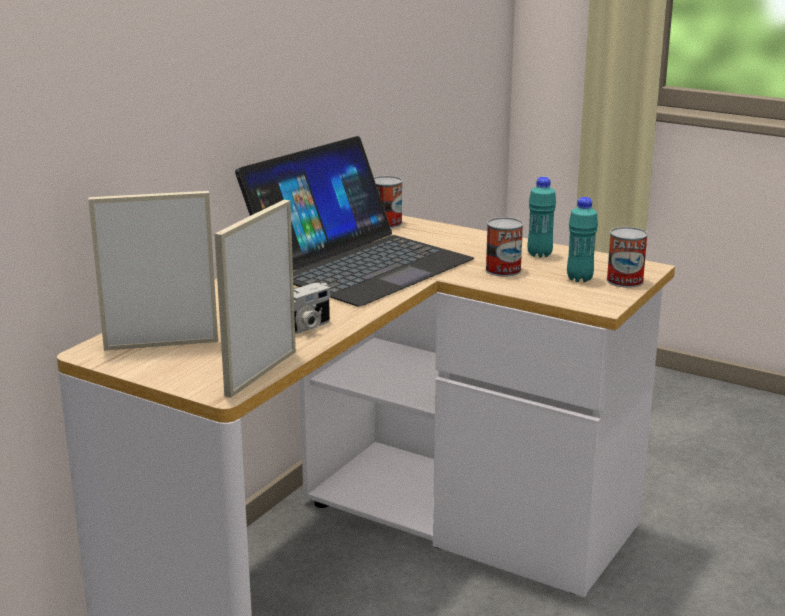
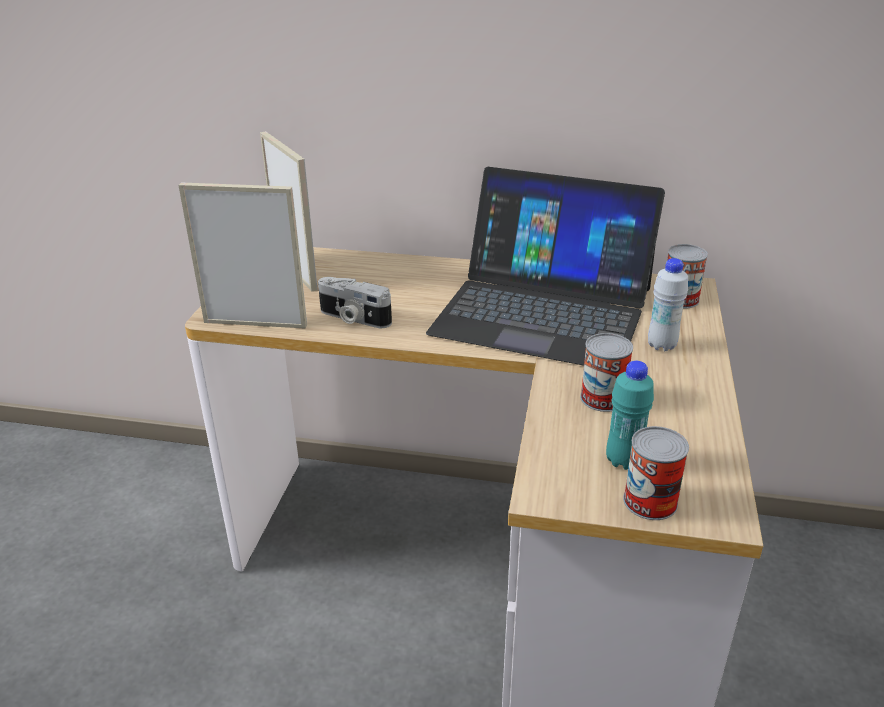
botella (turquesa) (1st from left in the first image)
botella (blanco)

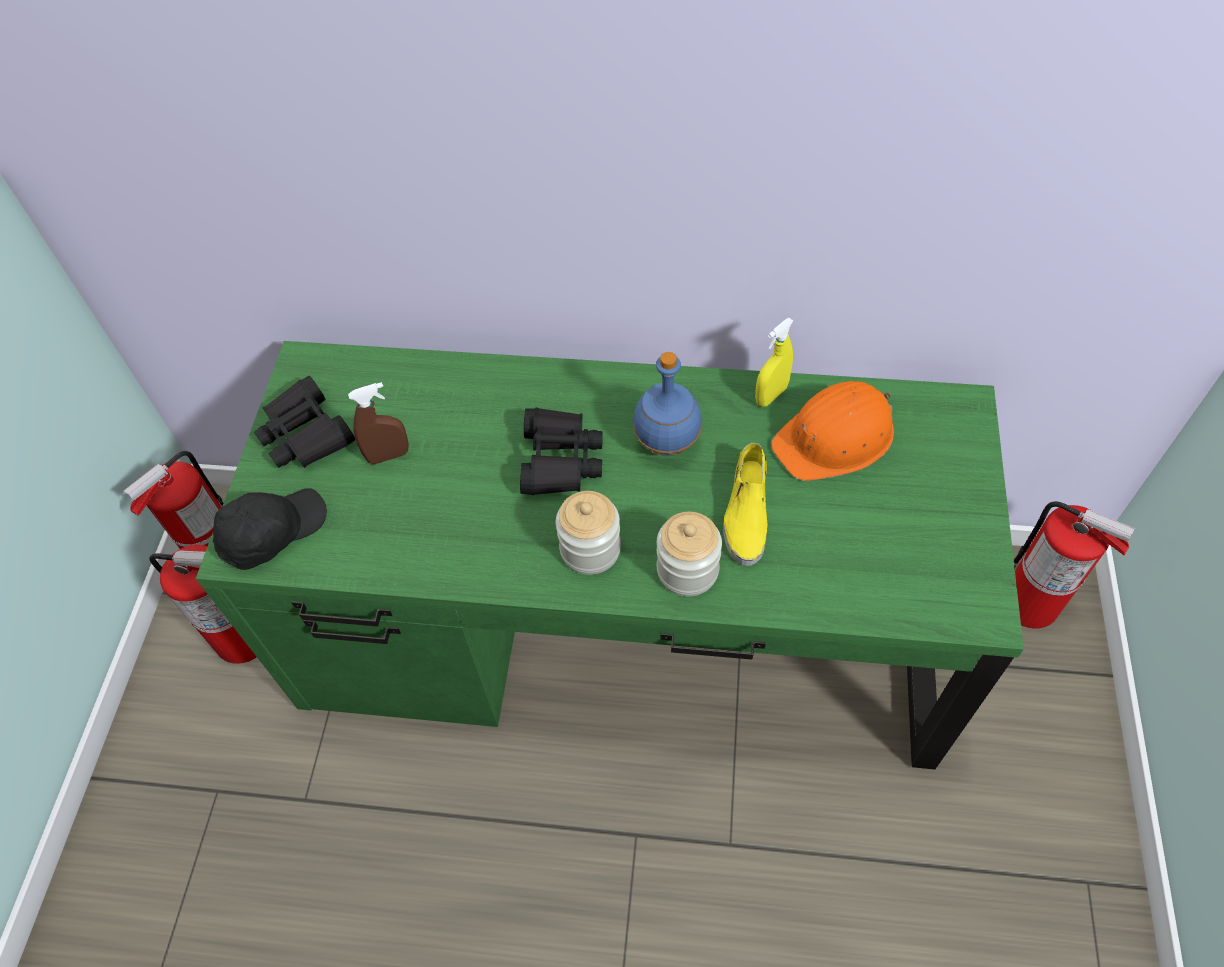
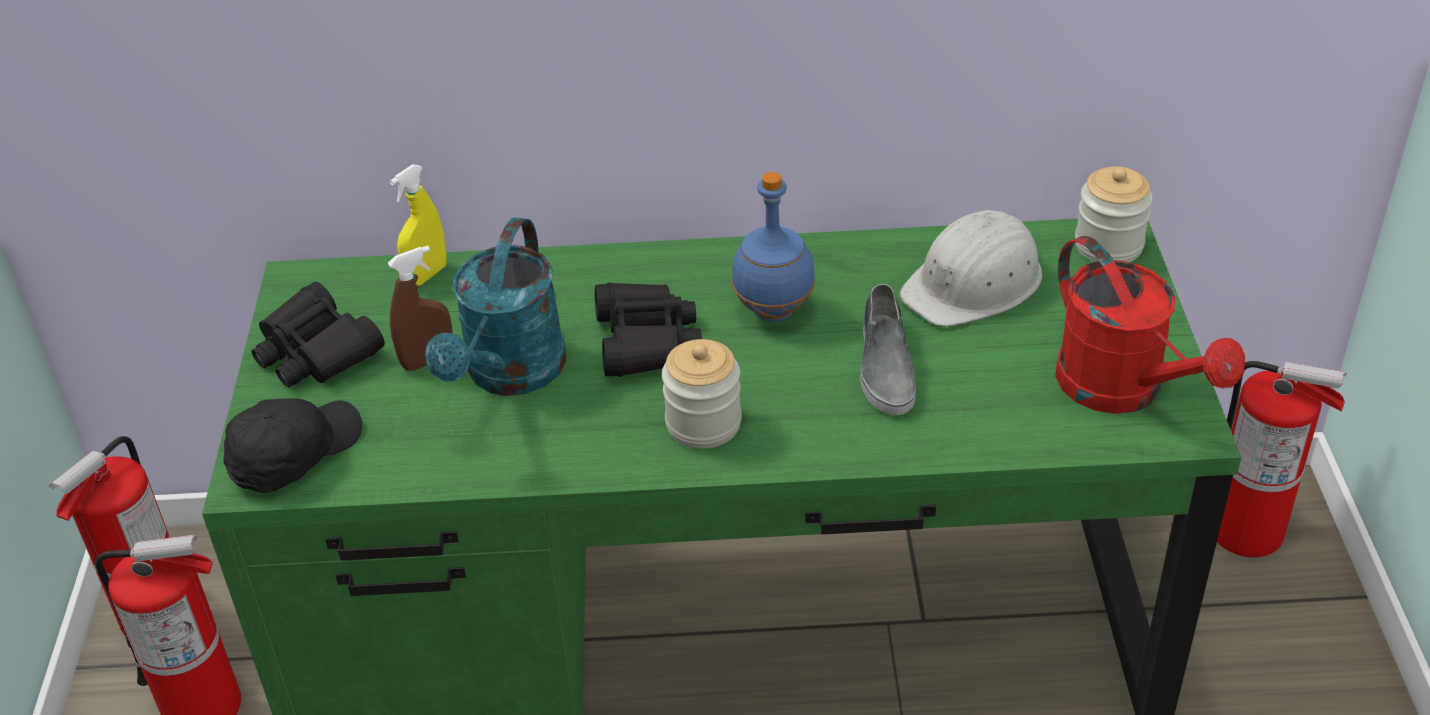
pulverizador (amarillo)
casco (blanco)
zapato (gris)
tarro (2nd from left)
regadera (turquesa)
regadera (rojo)

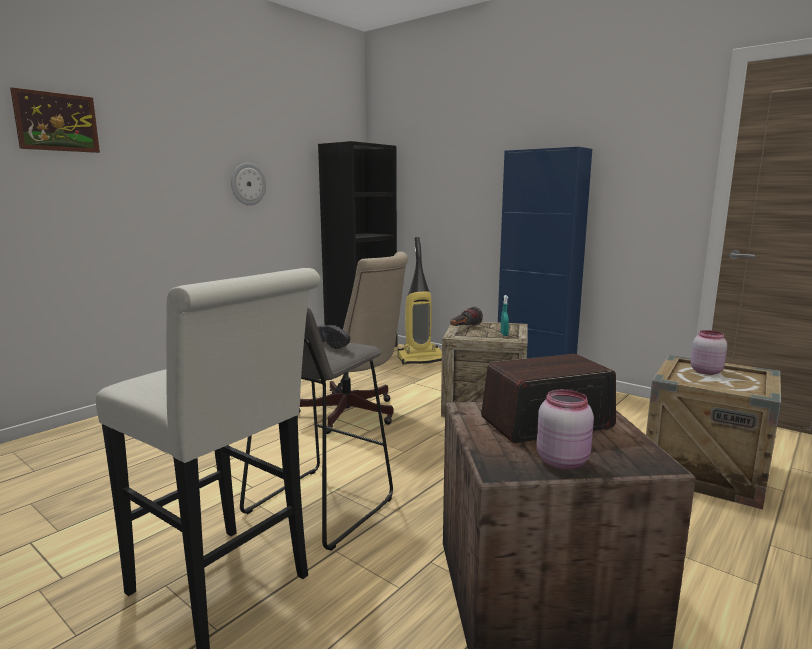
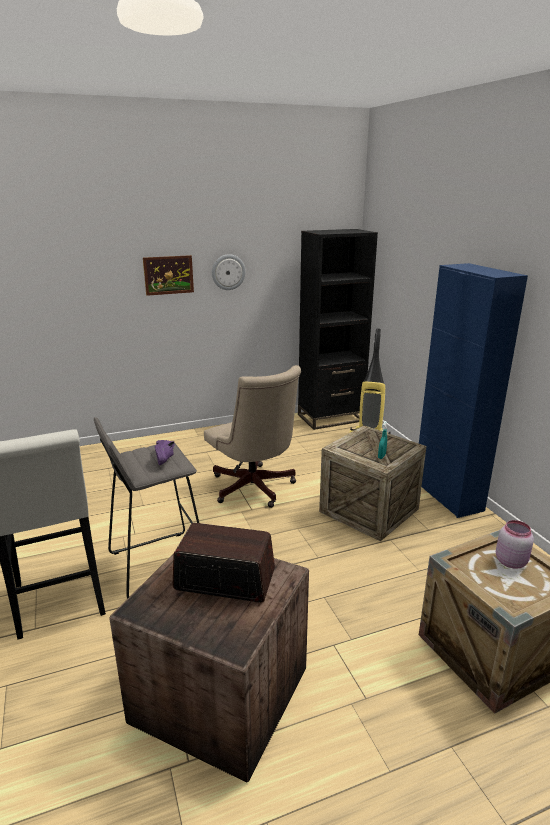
cuadro
linterna
zapato (morado)
tarro (rosa) (1st from left in the first image)

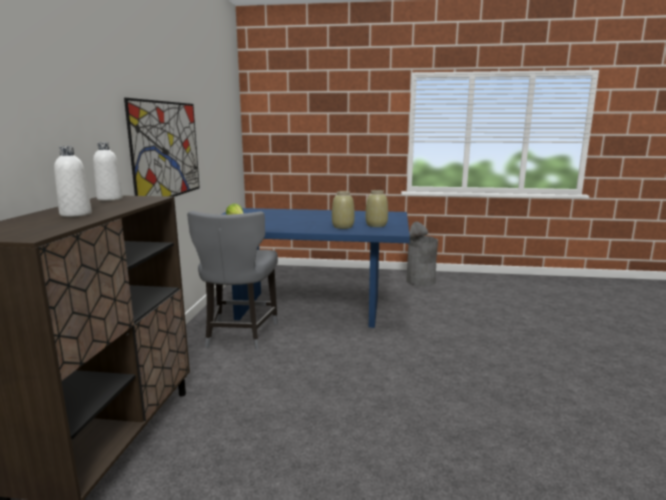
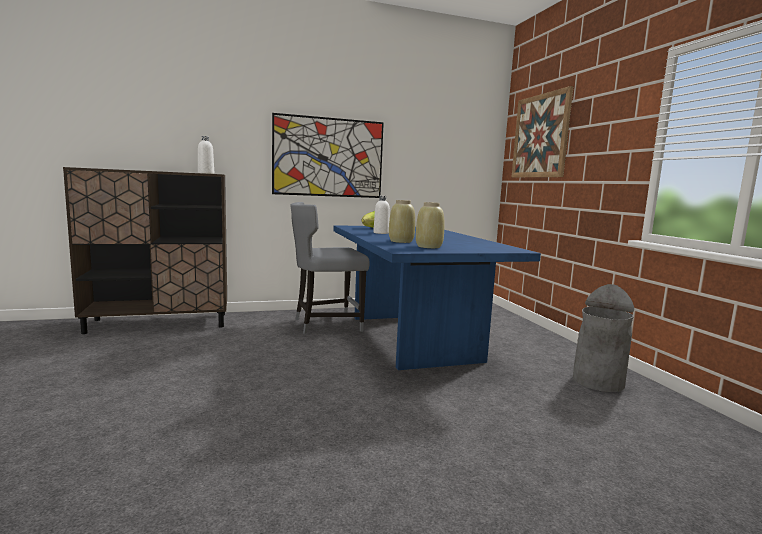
botella (blanco) (2nd from left)
cuadro (2nd from left)

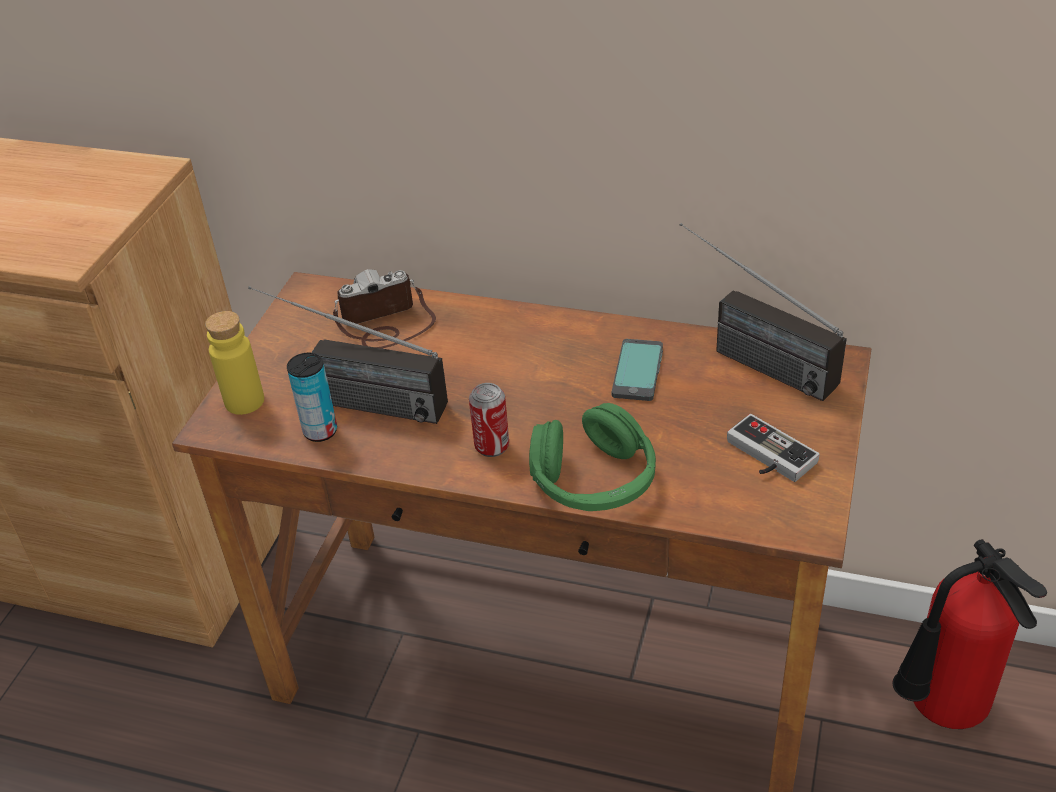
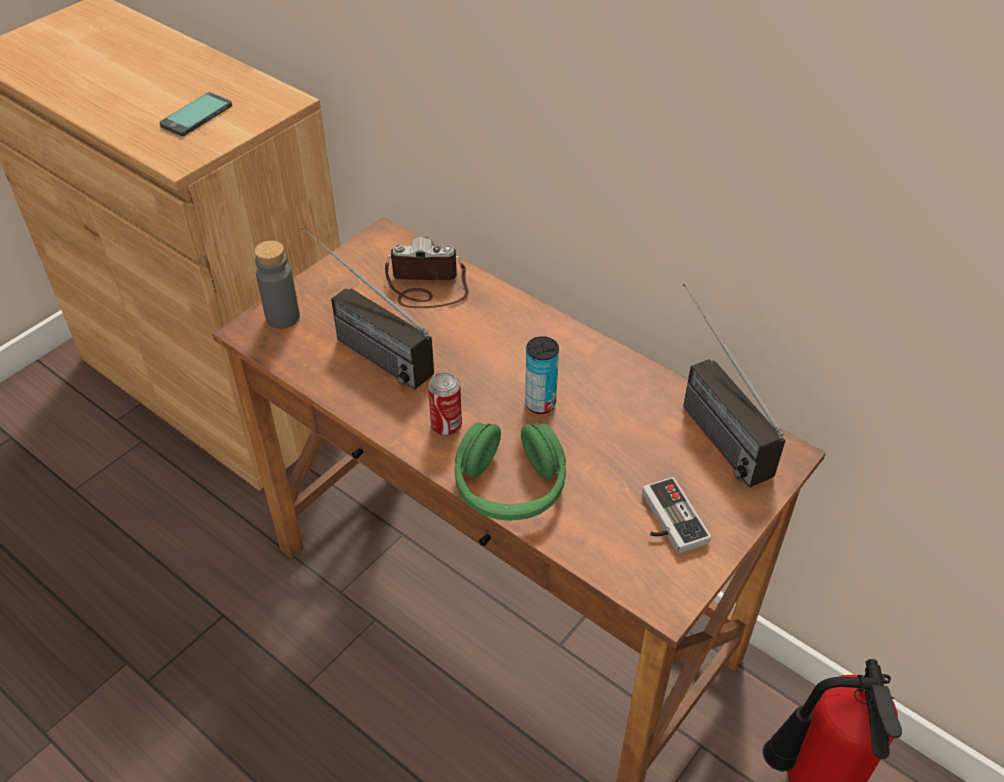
botella (gris)
móvil
lata (2nd from left)

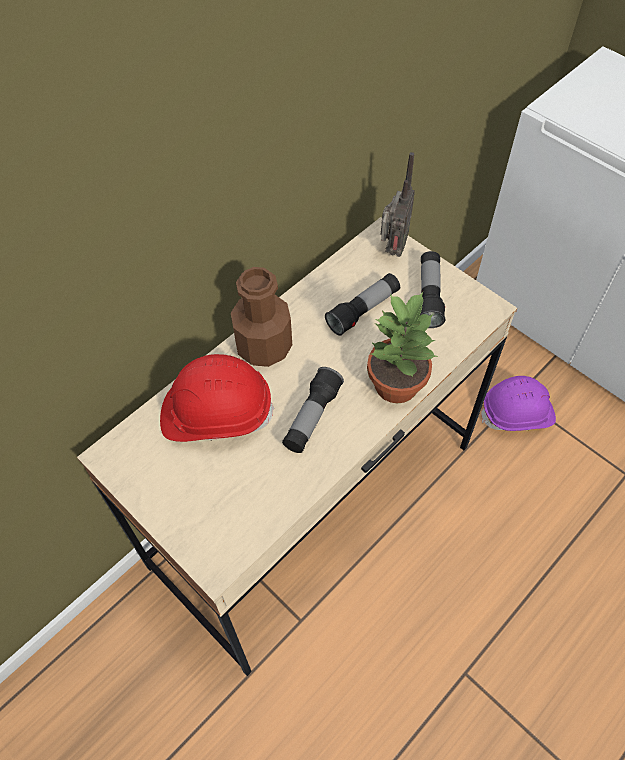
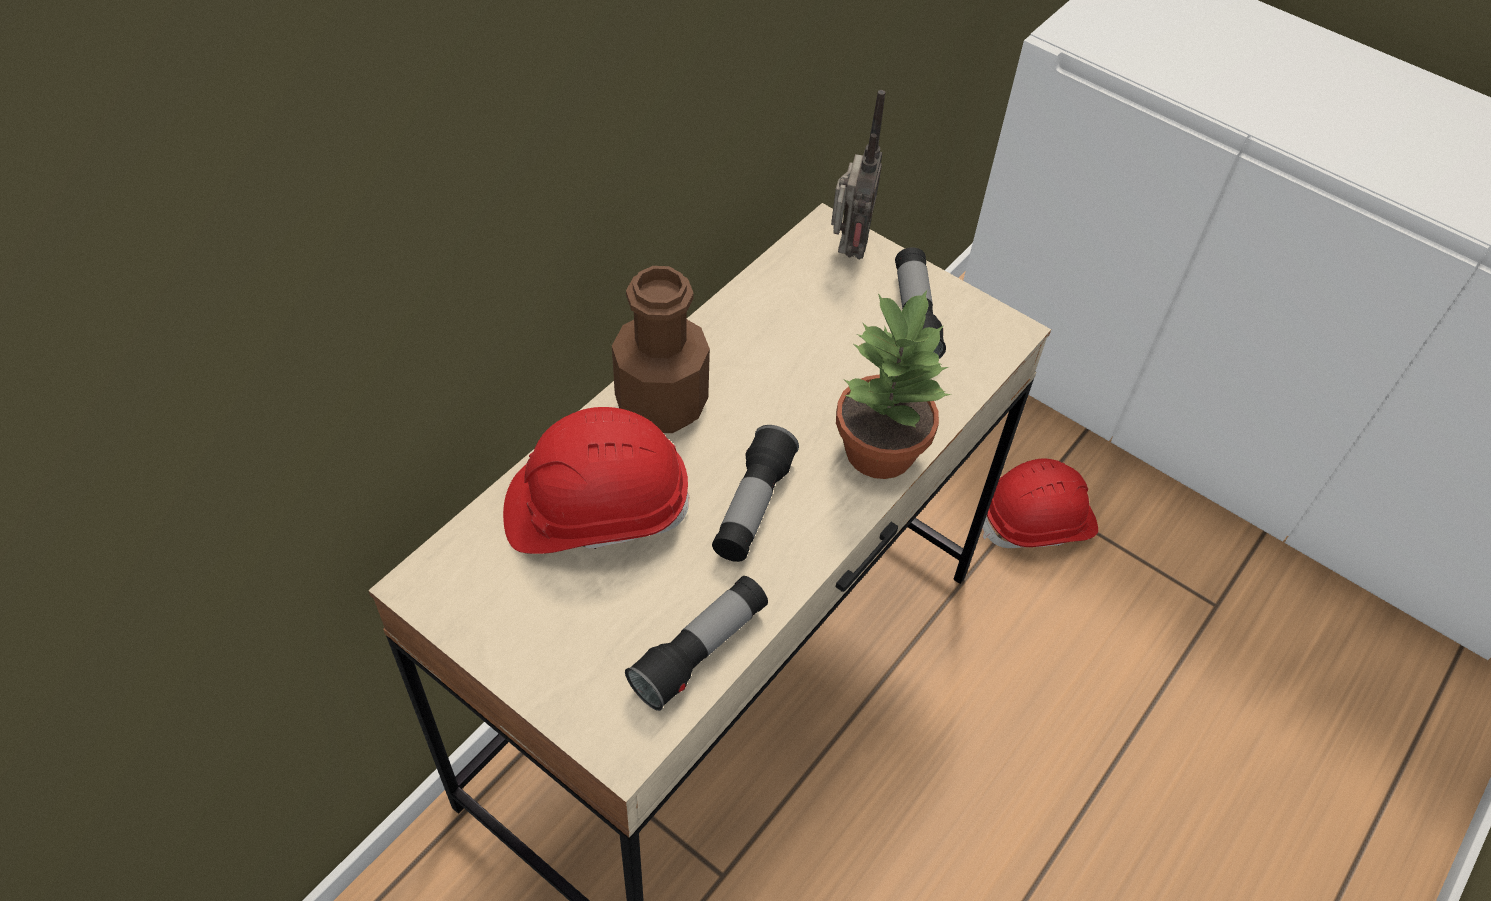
linterna (1st from left)
casco (rojo) (2nd from left)

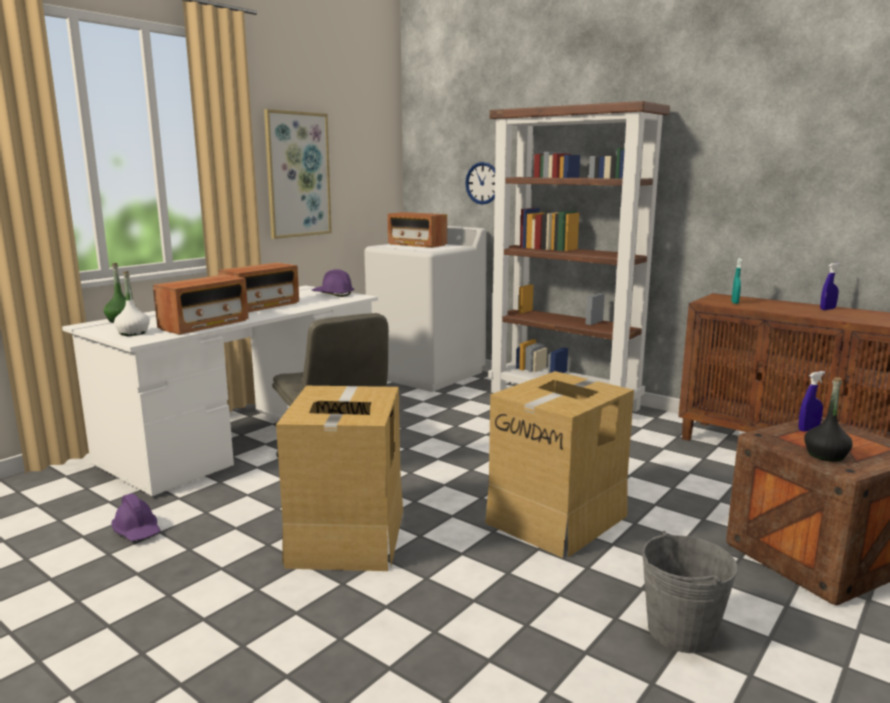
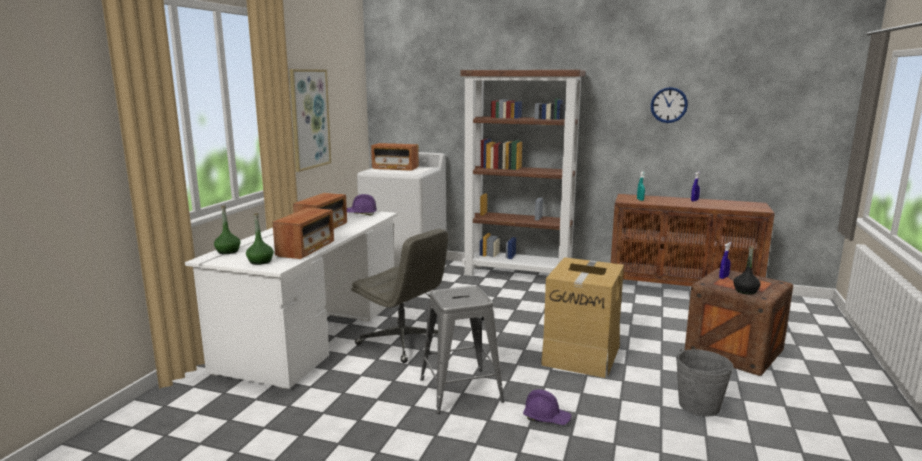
reloj de pared
botella (verde) (2nd from left)
taburete (gris)
casco (morado) (2nd from left)

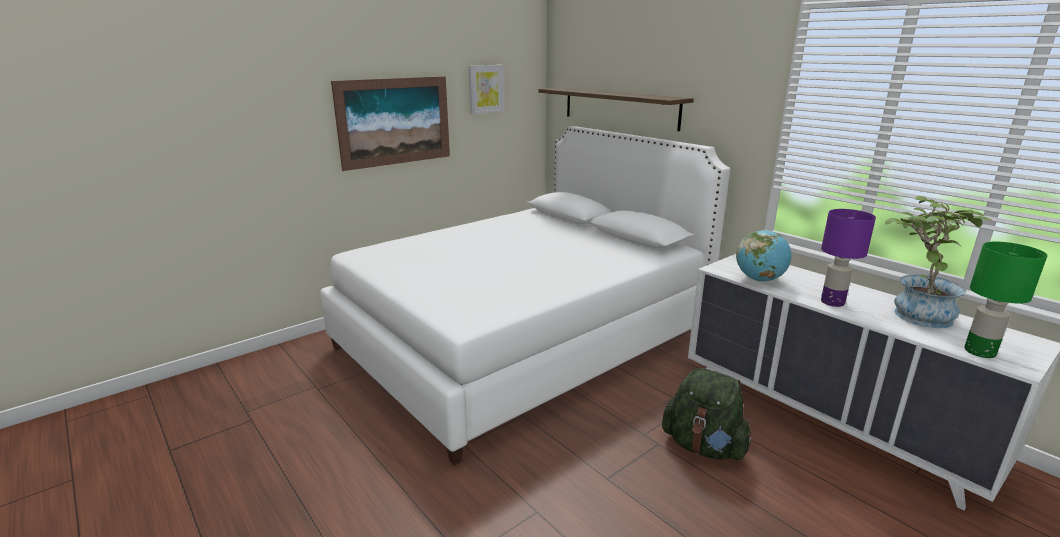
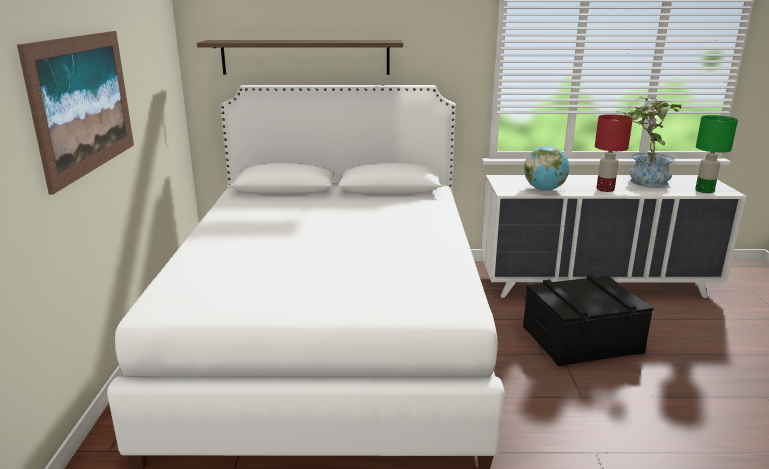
cuadro (2nd from left in the first image)
lámpara de mesa (rojo)
caja de almacenaje (negro)

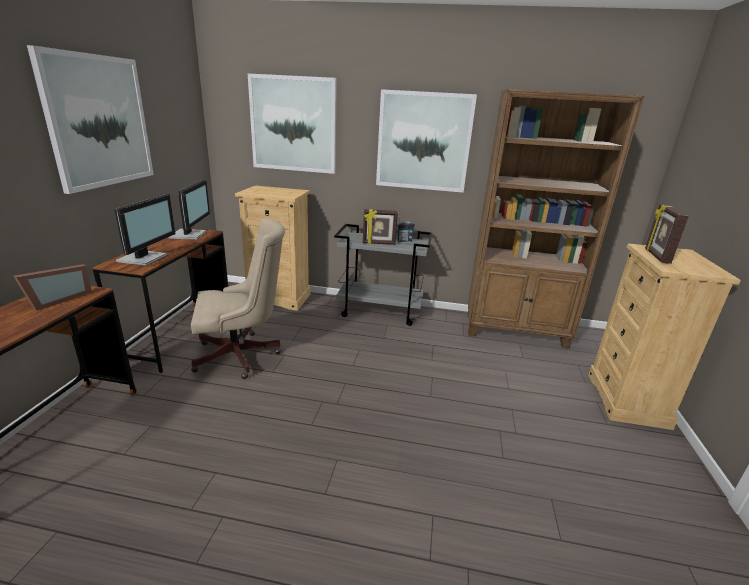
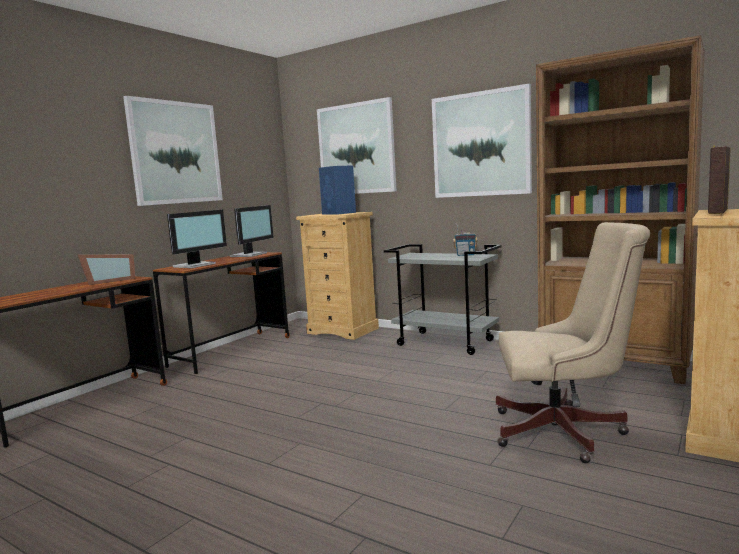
portarretratos (2nd from left in the first image)
silla de oficina (beis)
altavoz (azul)

